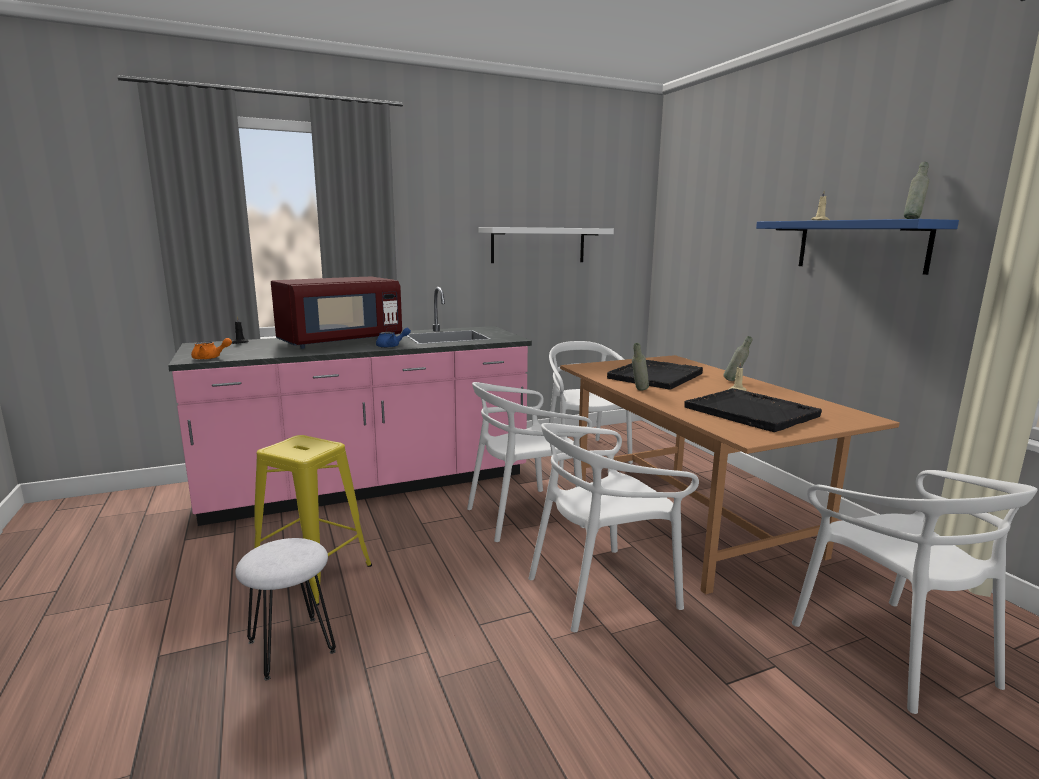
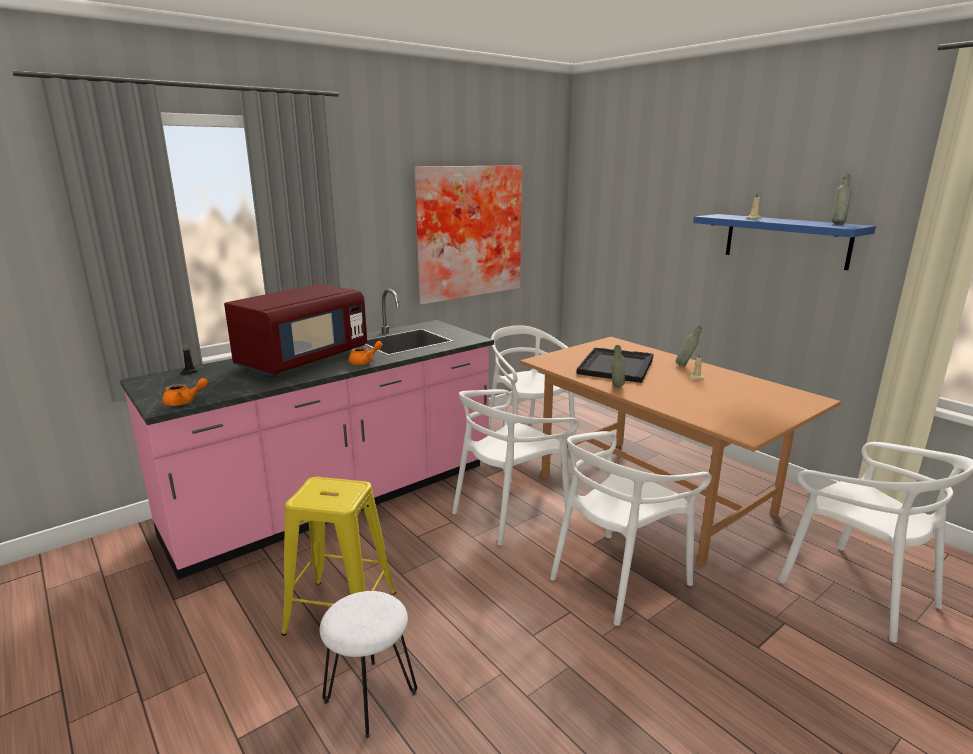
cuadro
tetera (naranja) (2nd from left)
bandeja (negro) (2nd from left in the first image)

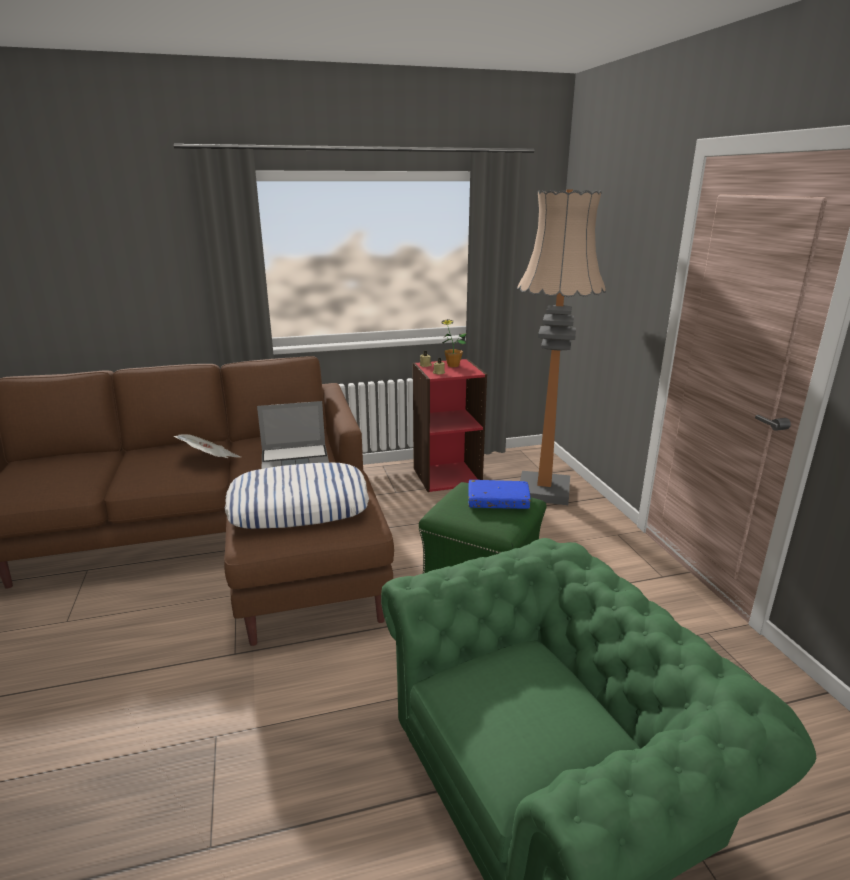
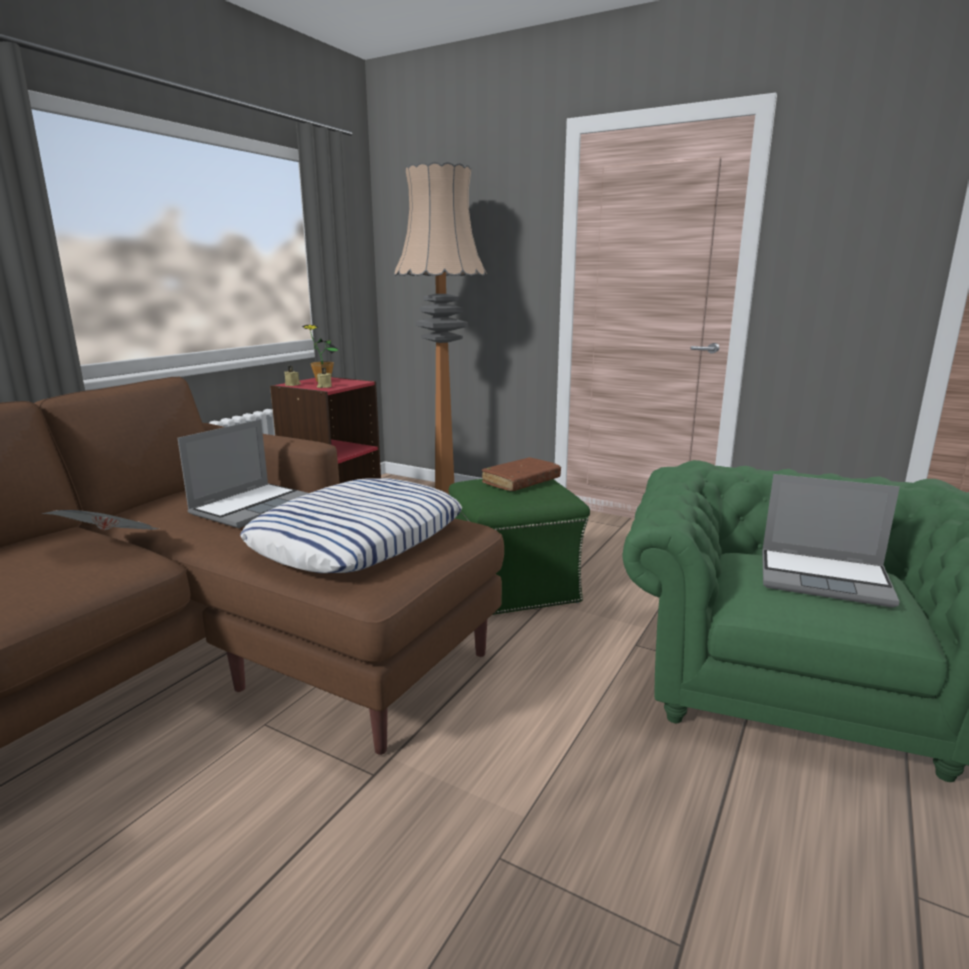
libro (marrón)
portátil (2nd from left)

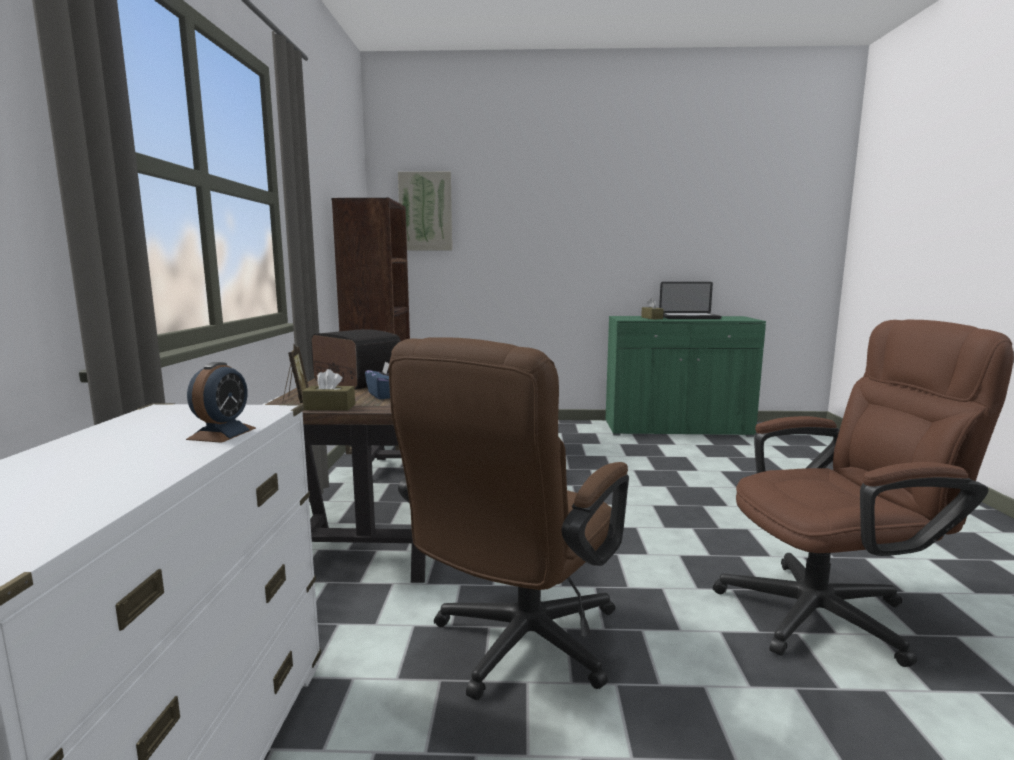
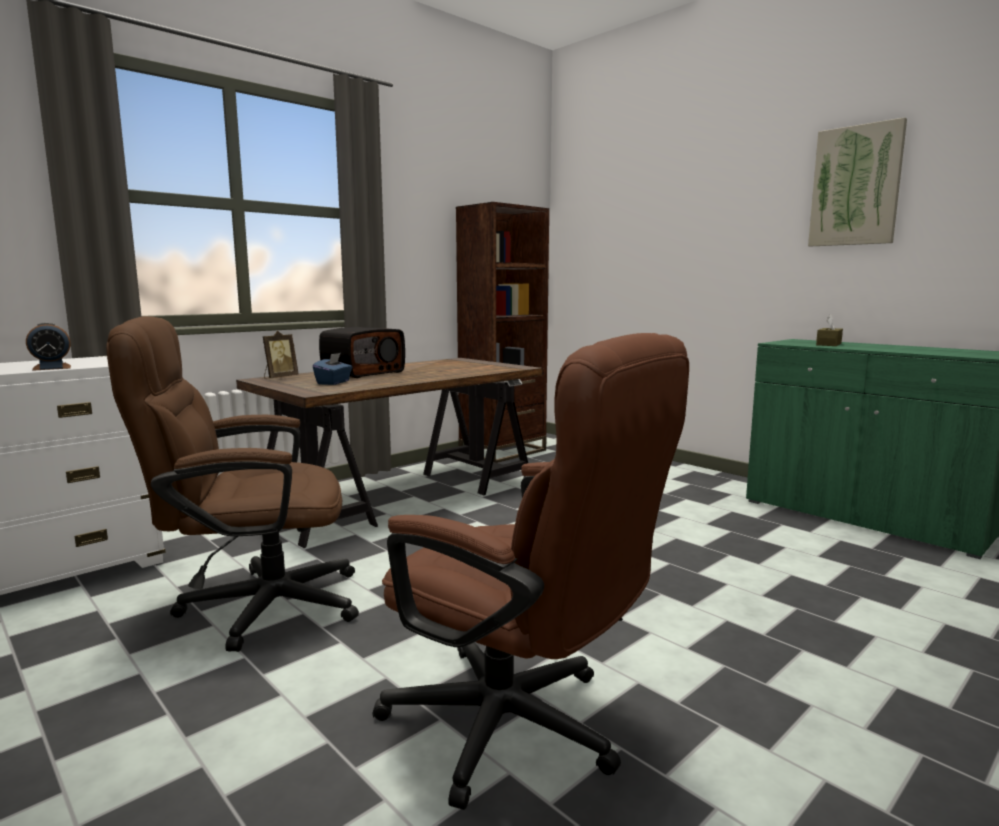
cuadro
portátil
radio
caja de pañuelos (marrón) (1st from left in the first image)

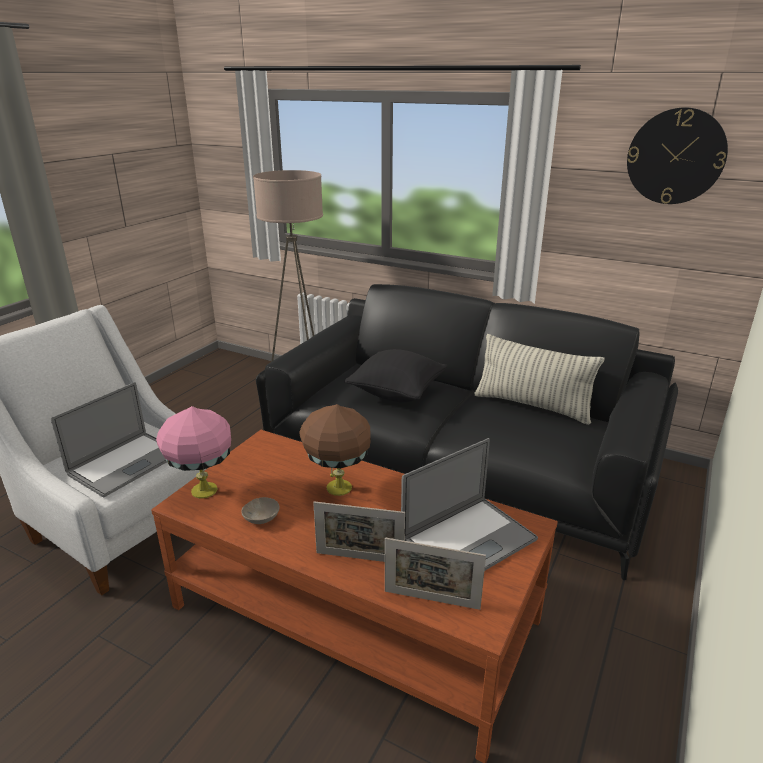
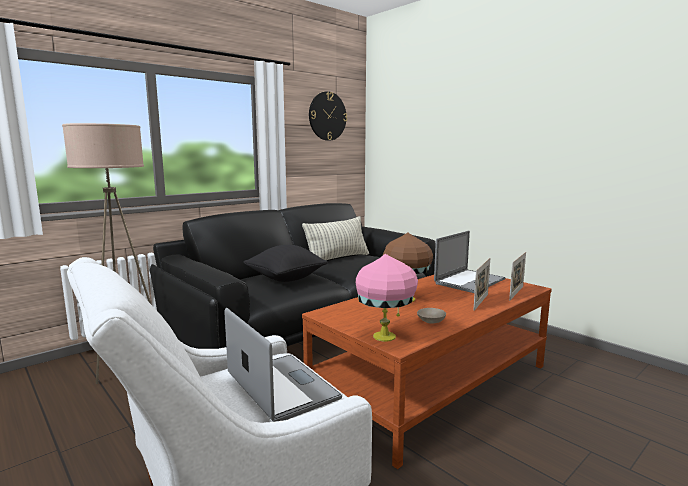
portátil (2nd from left)

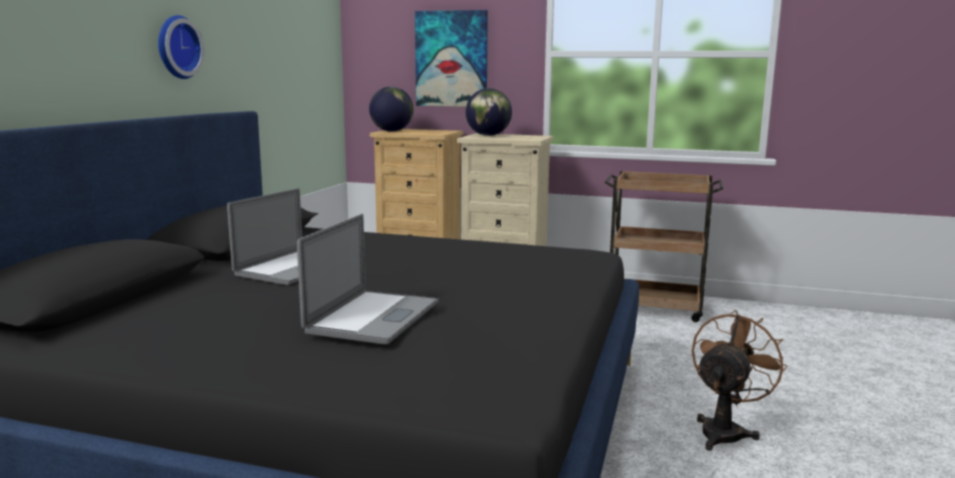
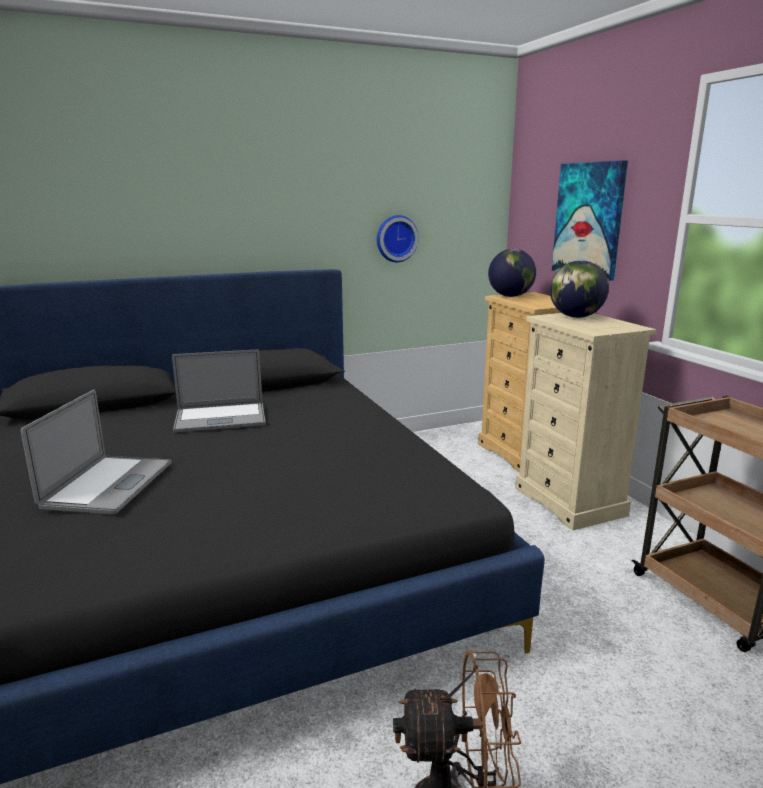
reloj de pared
portátil (1st from left)

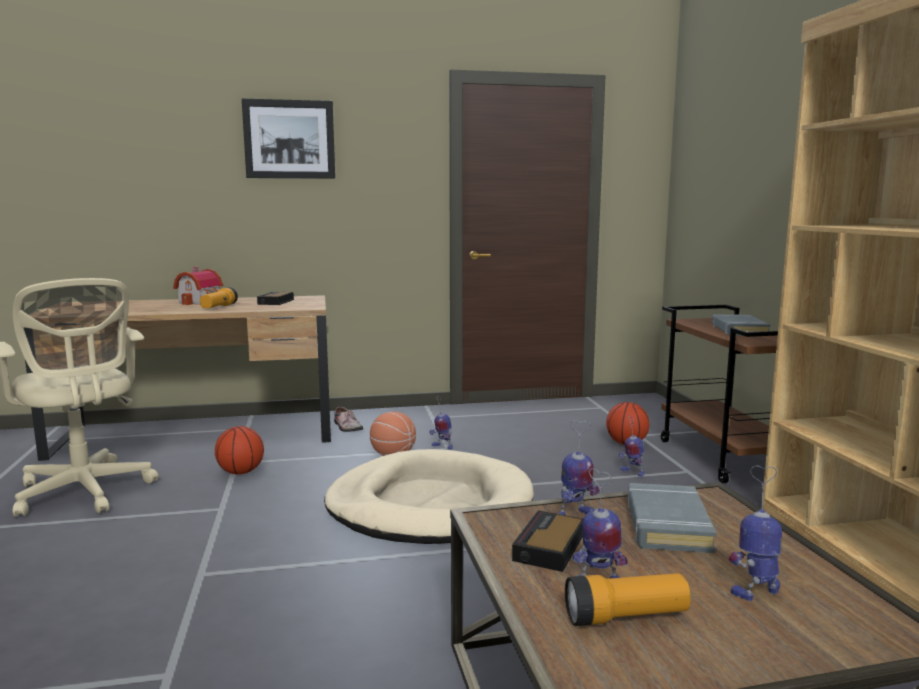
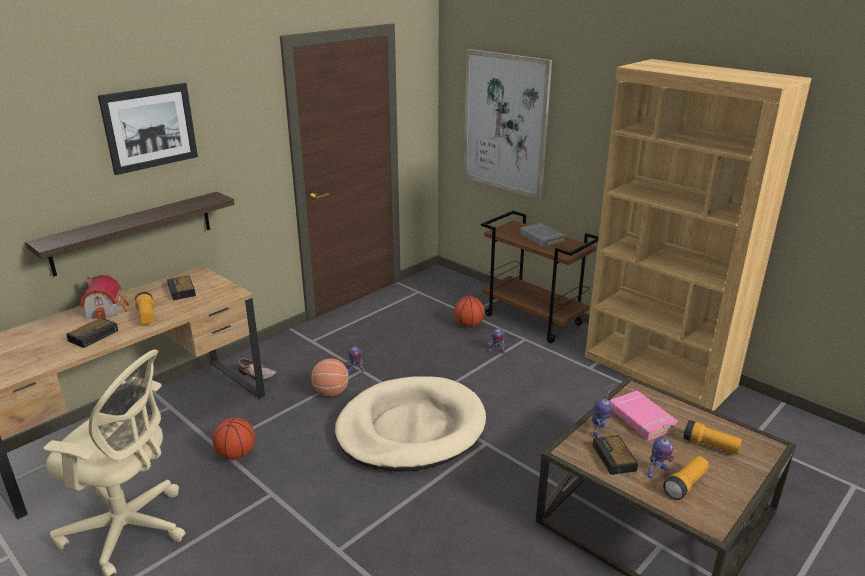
linterna (3rd from left)
libro (rosa)
cuadro (2nd from left)
estante
despertador (1st from left)

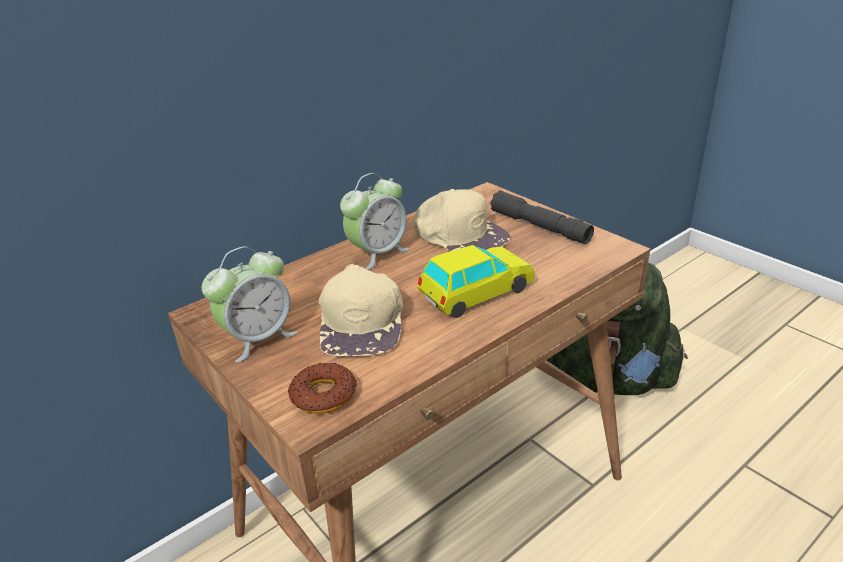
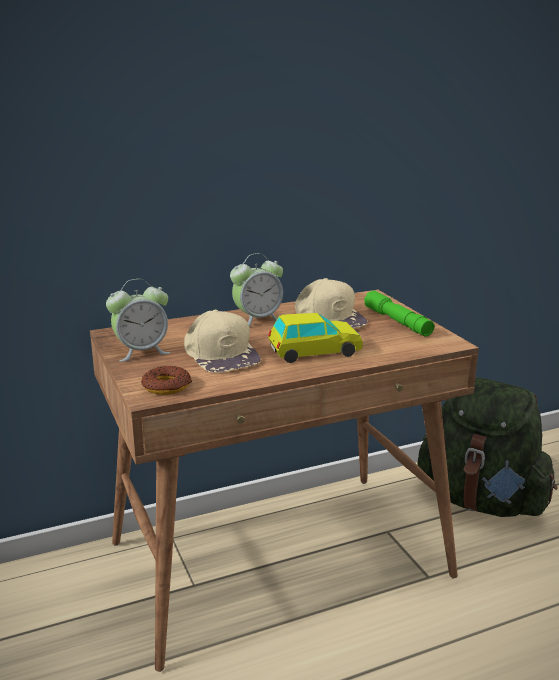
linterna (verde)
gorra (beis) (1st from left)

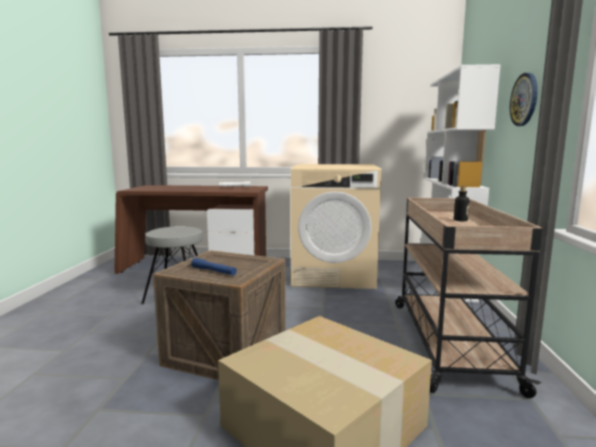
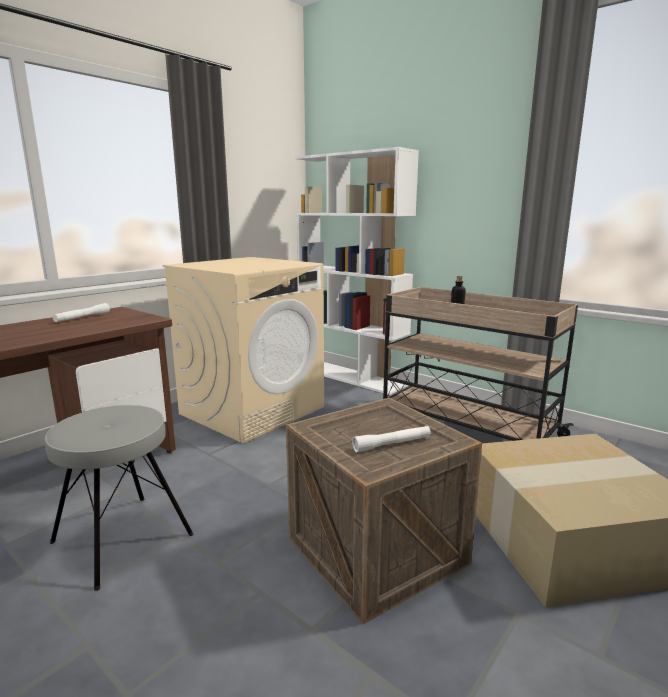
reloj de pared
linterna (blanco) (2nd from left)

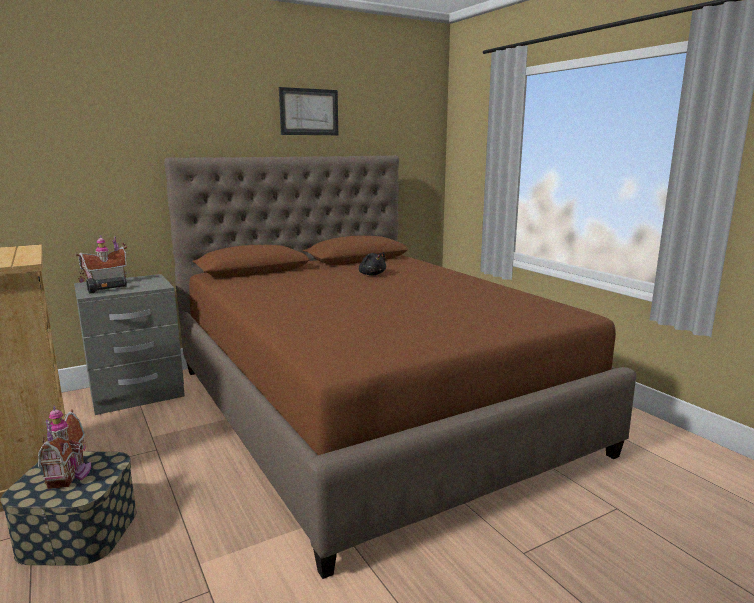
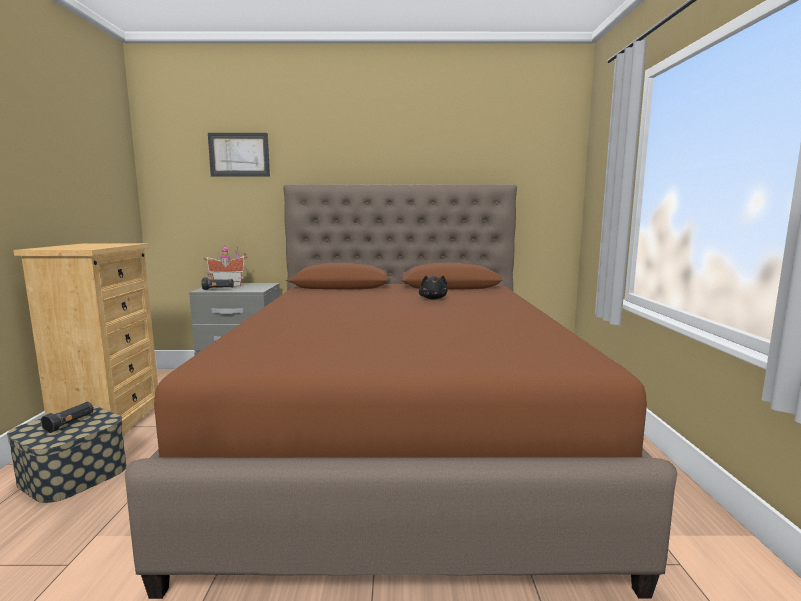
cuadro
linterna (negro) (1st from left)

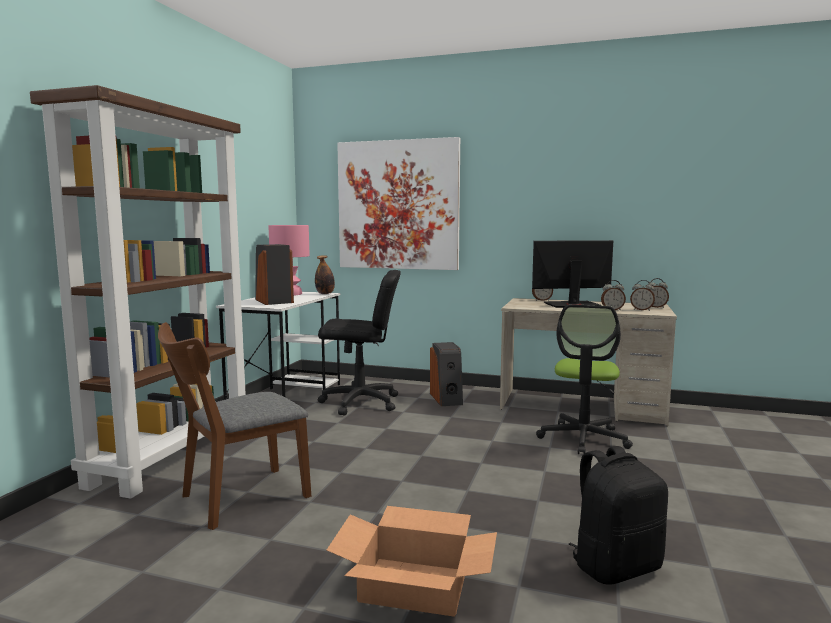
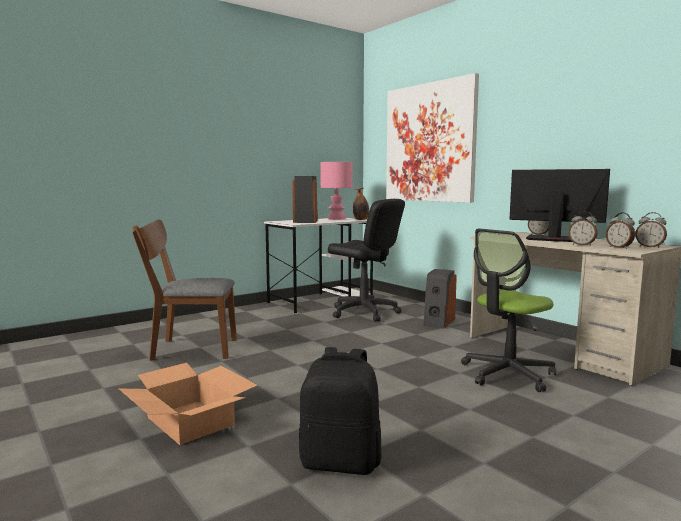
estantería (marrón)

